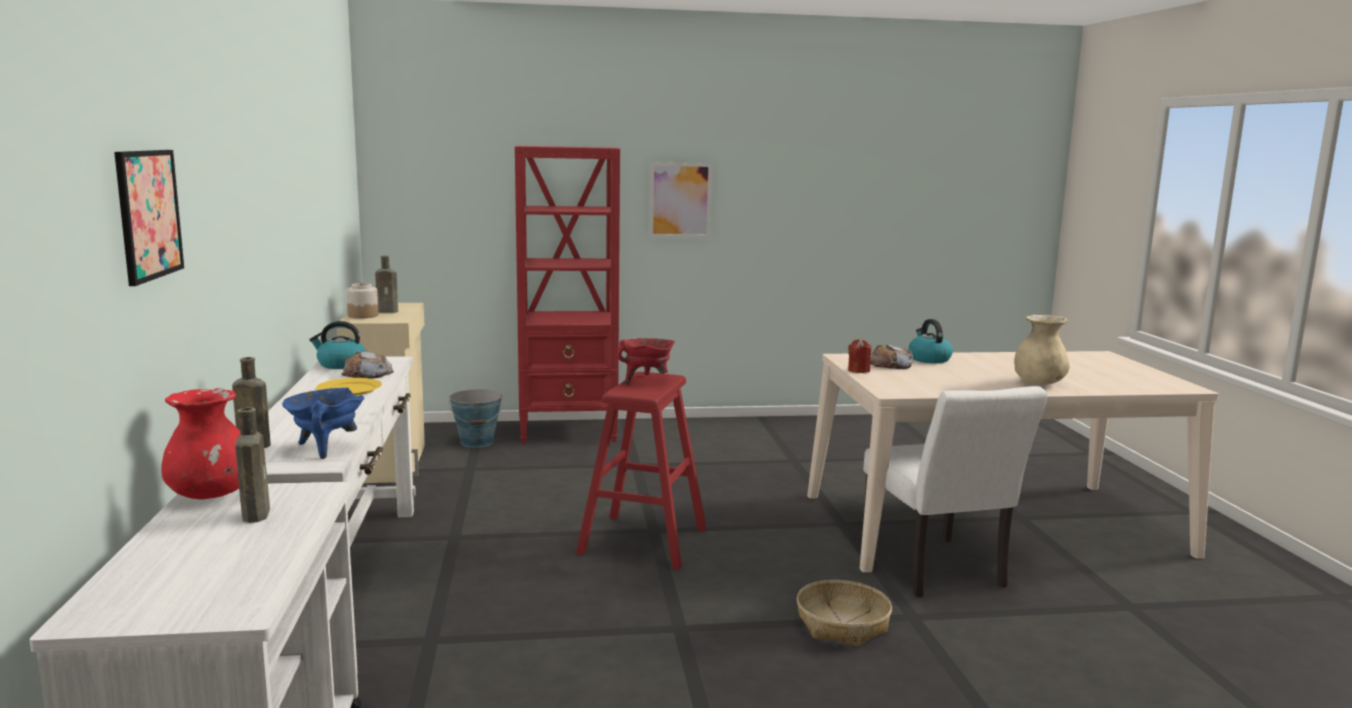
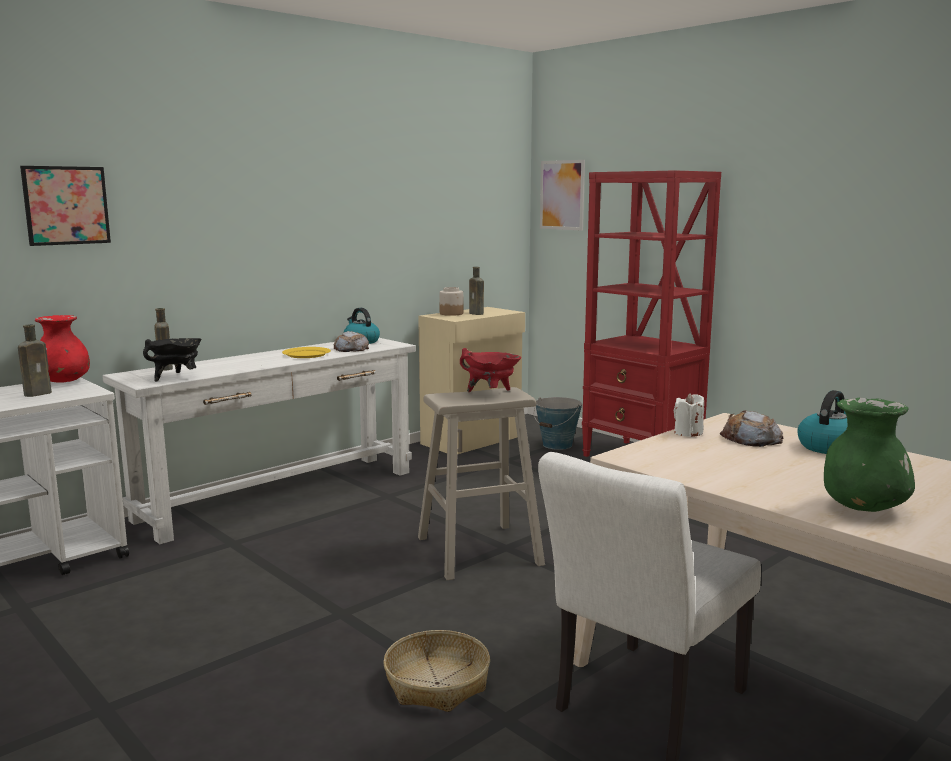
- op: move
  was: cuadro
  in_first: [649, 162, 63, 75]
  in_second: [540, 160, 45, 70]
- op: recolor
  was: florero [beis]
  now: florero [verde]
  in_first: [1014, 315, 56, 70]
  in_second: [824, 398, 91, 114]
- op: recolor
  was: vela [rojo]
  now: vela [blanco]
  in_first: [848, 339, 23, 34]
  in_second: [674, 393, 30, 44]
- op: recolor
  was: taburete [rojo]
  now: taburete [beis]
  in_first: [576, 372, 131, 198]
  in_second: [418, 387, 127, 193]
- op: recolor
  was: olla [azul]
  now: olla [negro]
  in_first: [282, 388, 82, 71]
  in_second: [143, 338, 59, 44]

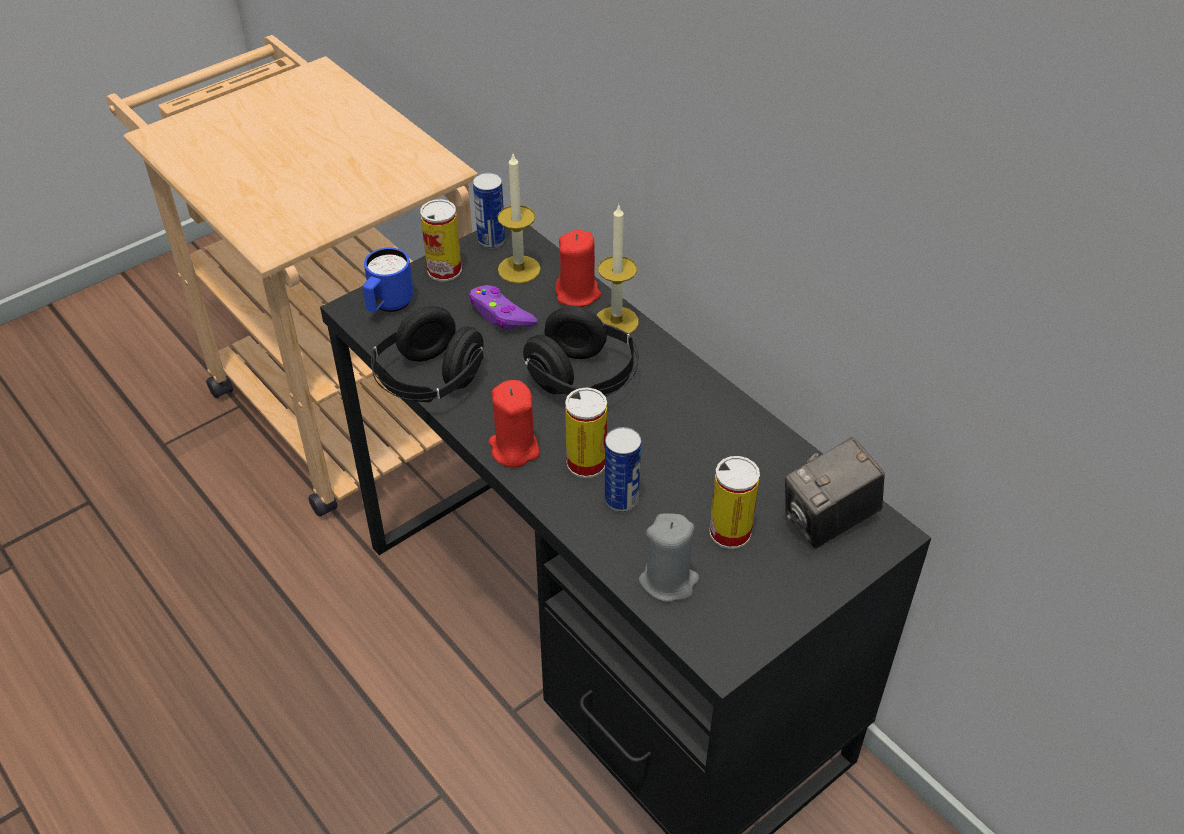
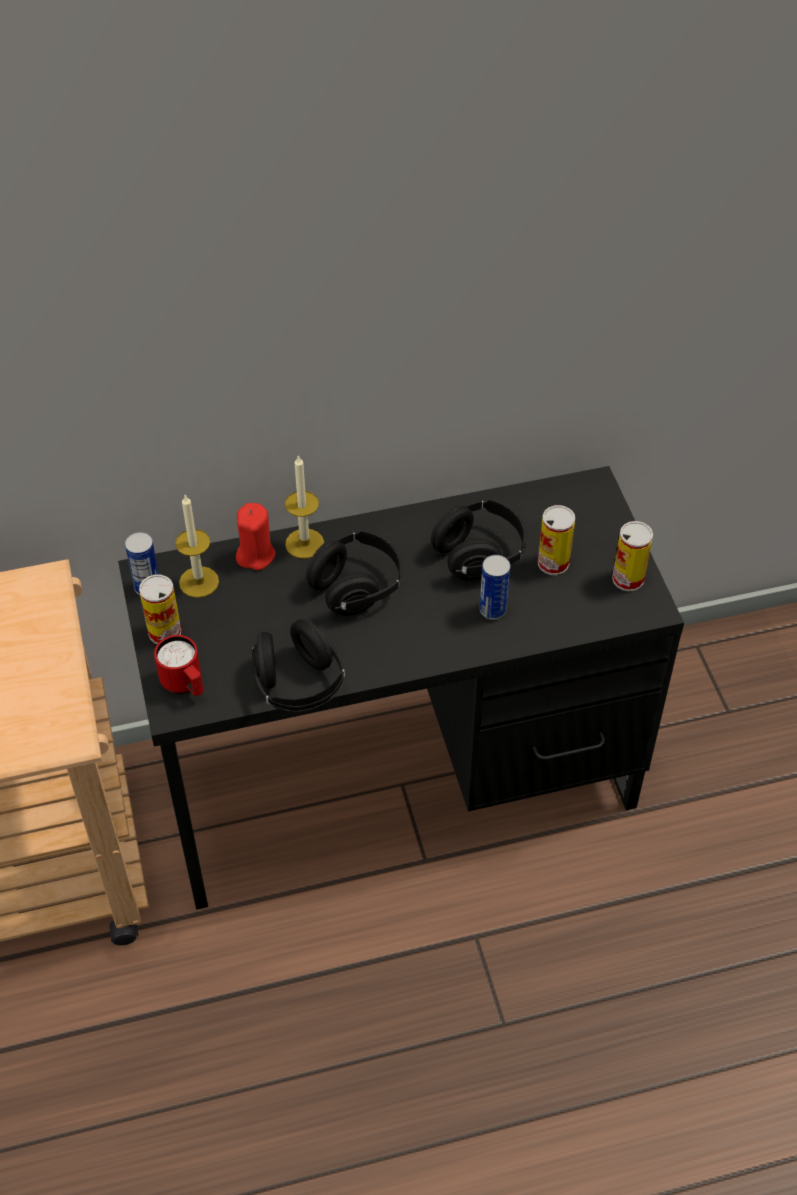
- op: recolor
  was: taza grande [azul]
  now: taza grande [rojo]
  in_first: [362, 247, 52, 65]
  in_second: [154, 635, 50, 61]
- op: delete
  was: mando de consola [morado]
  in_first: [469, 285, 68, 44]
- op: delete
  was: vela [rojo]
  in_first: [488, 380, 51, 87]
- op: move
  was: lata
  in_first: [565, 388, 42, 90]
  in_second: [612, 521, 41, 70]
- op: delete
  was: cámara
  in_first: [785, 437, 100, 111]
- op: delete
  was: vela [gris]
  in_first: [639, 513, 60, 89]
- op: insert
  now: auriculares [negro]
  in_second: [431, 500, 97, 81]

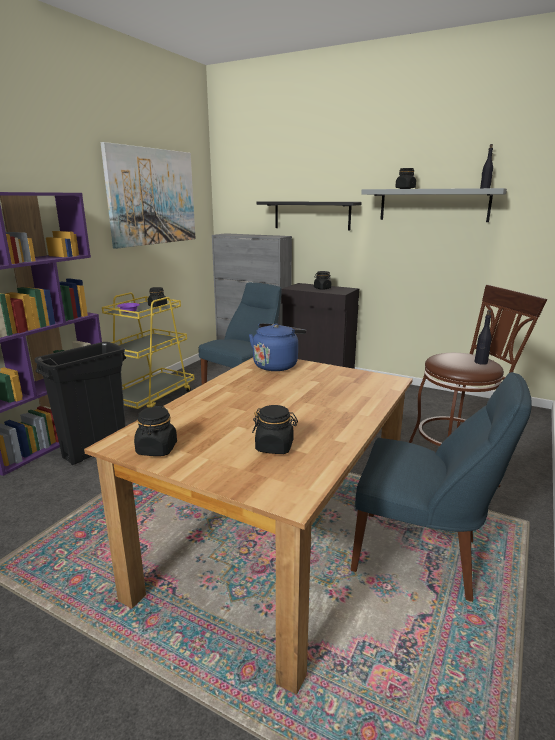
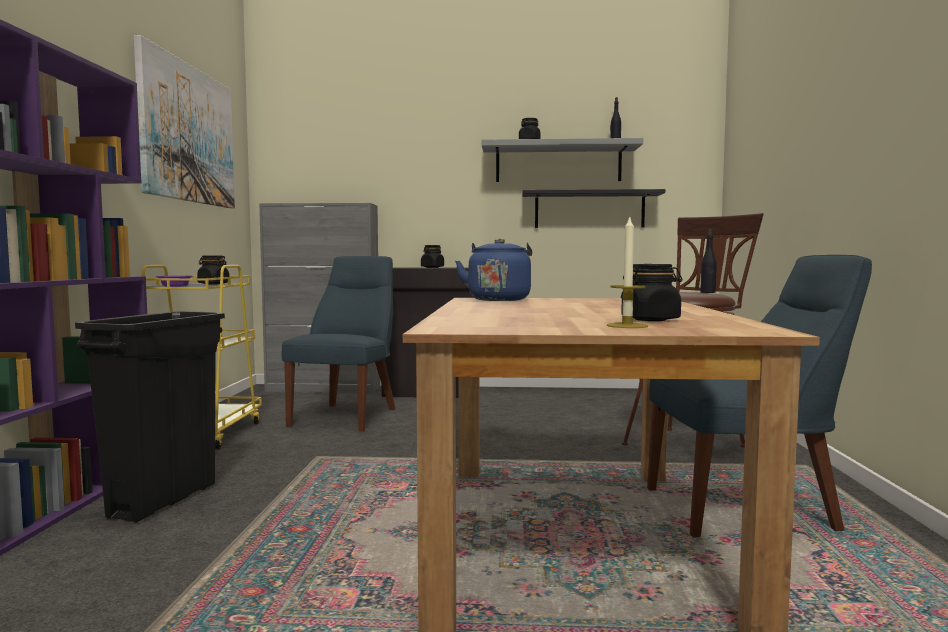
- op: move
  was: estante [negro]
  in_first: [257, 201, 105, 30]
  in_second: [522, 189, 143, 39]
- op: delete
  was: tarro [negro]
  in_first: [134, 406, 43, 50]
- op: insert
  now: vela
  in_second: [607, 216, 41, 112]

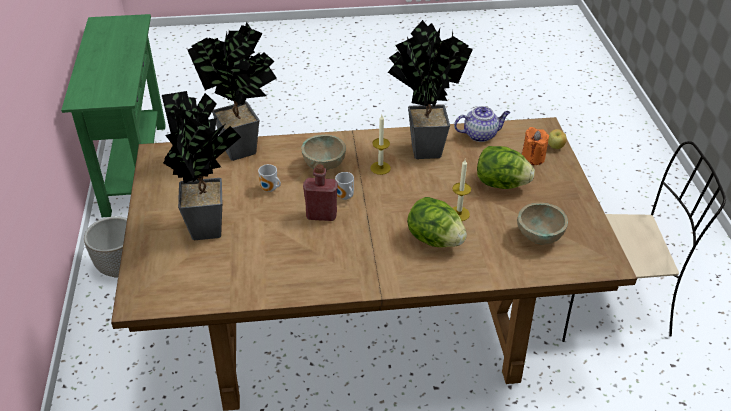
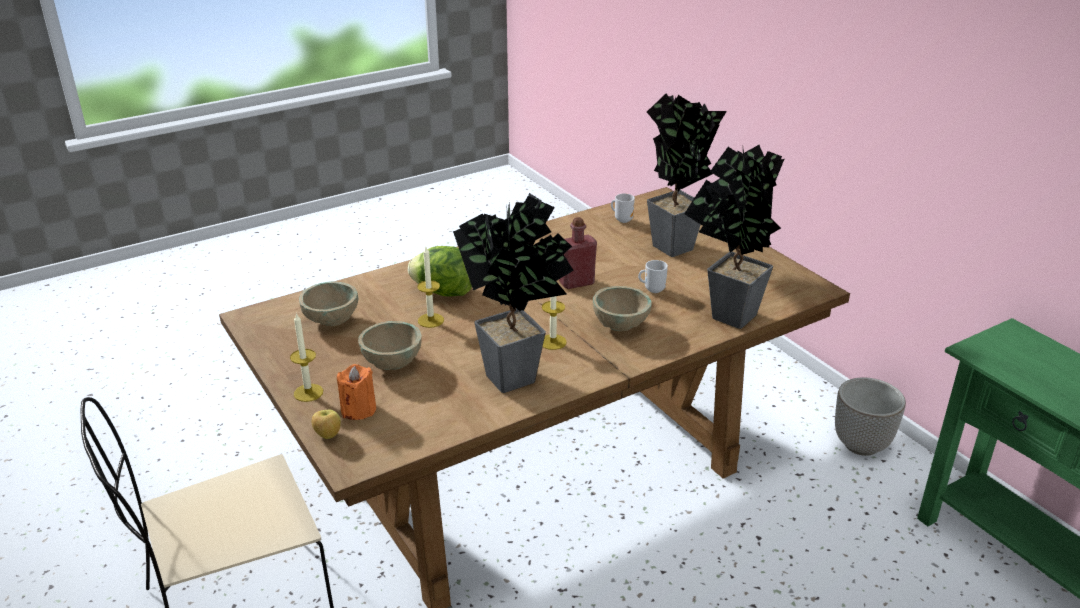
- op: delete
  was: tetera
  in_first: [454, 106, 56, 36]
- op: replace
  was: lechuga
  now: cuenco [beis]
  in_first: [477, 146, 58, 43]
  in_second: [358, 321, 64, 49]
- op: move
  was: taza grande
  in_first: [335, 172, 19, 28]
  in_second: [611, 193, 24, 30]
- op: insert
  now: vela
  in_second: [290, 313, 33, 89]

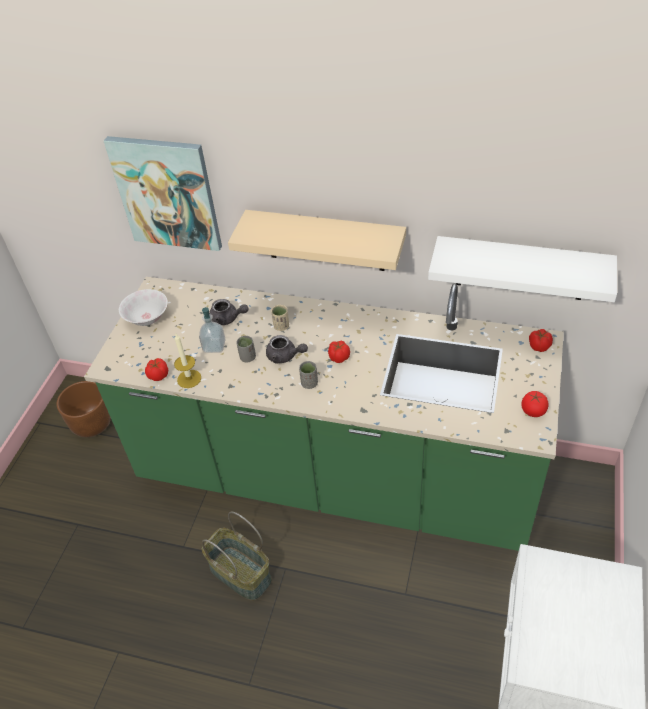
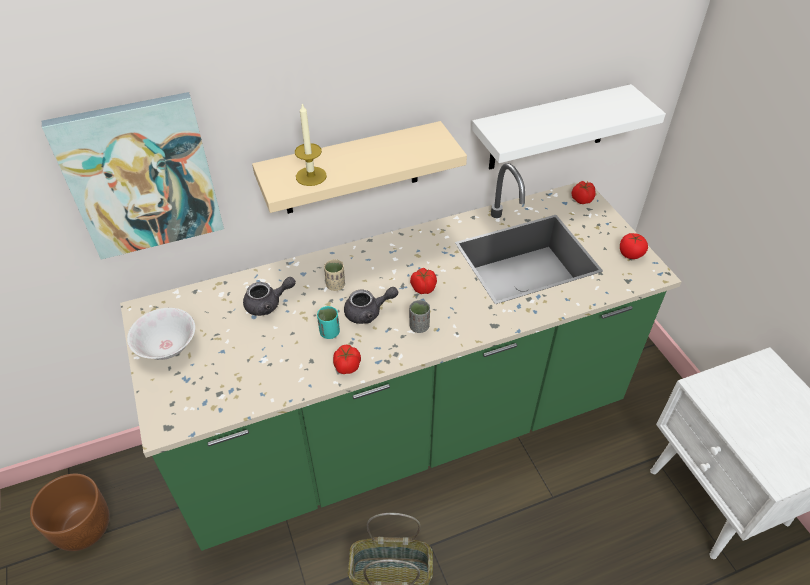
- op: delete
  was: dispensador de jabón
  in_first: [199, 307, 26, 46]
- op: move
  was: vela
  in_first: [174, 334, 27, 54]
  in_second: [295, 103, 32, 83]
- op: recolor
  was: taza [gris]
  now: taza [turquesa]
  in_first: [236, 336, 20, 26]
  in_second: [317, 306, 23, 33]
- op: move
  was: tomate
  in_first: [145, 358, 23, 23]
  in_second: [333, 345, 28, 29]

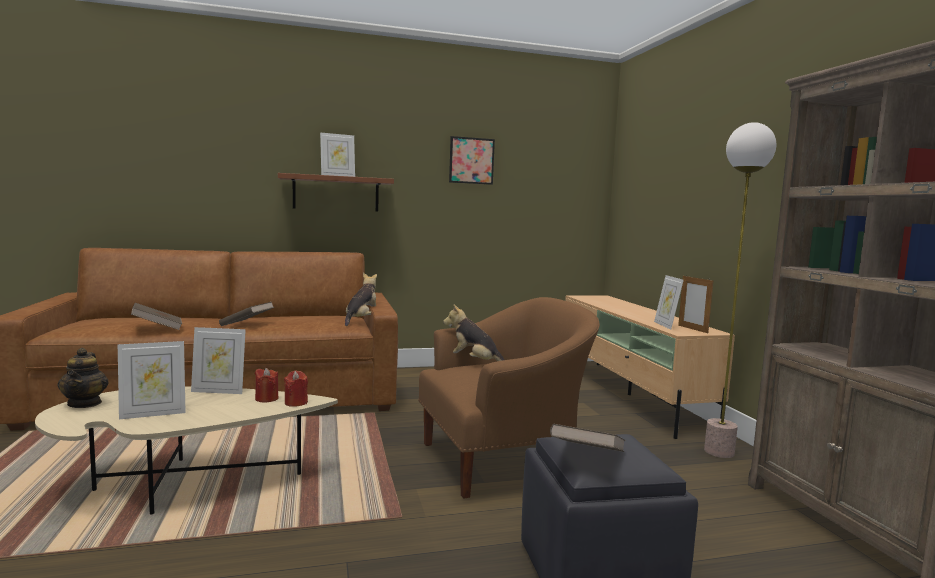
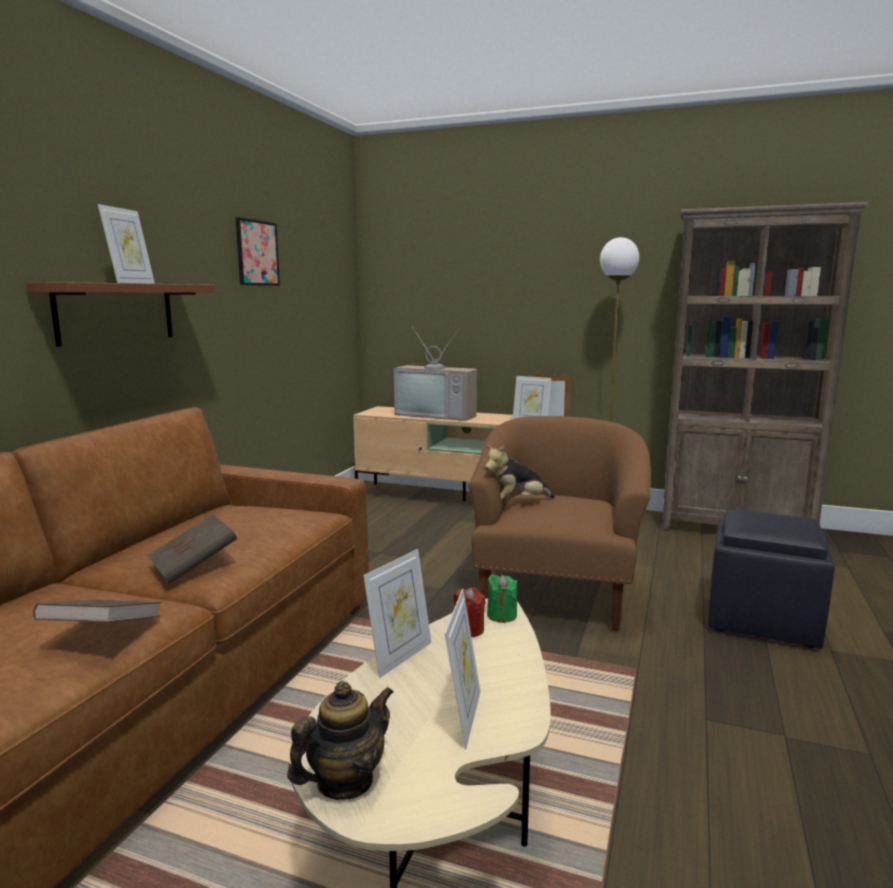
- op: delete
  was: peluche
  in_first: [345, 273, 32, 53]
- op: rotate
  was: tetera
  in_first: [57, 348, 52, 60]
  in_second: [287, 681, 107, 119]
  clockwise: -60
- op: recolor
  was: vela [rojo]
  now: vela [verde]
  in_first: [284, 371, 24, 36]
  in_second: [487, 574, 30, 49]
- op: delete
  was: libro [marrón]
  in_first: [550, 424, 75, 28]
- op: insert
  now: televisor
  in_second: [394, 327, 83, 94]

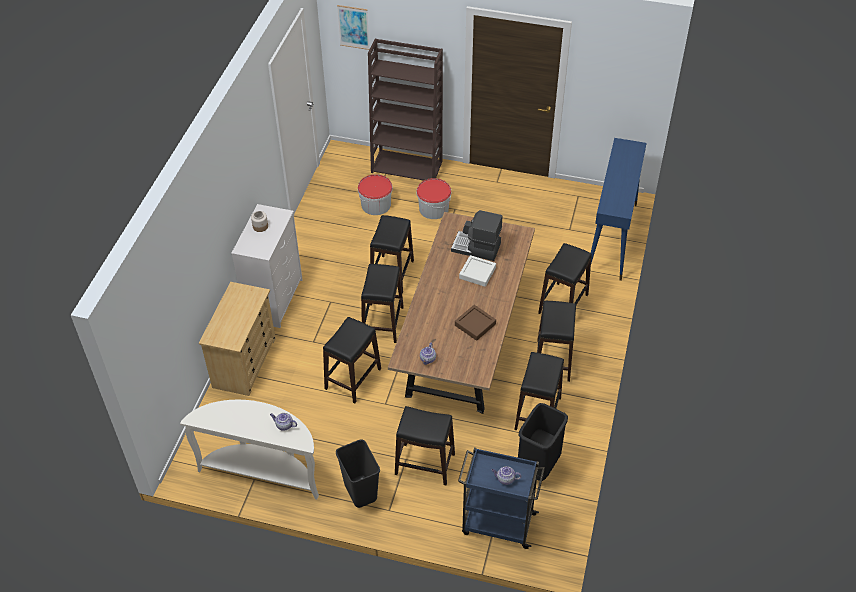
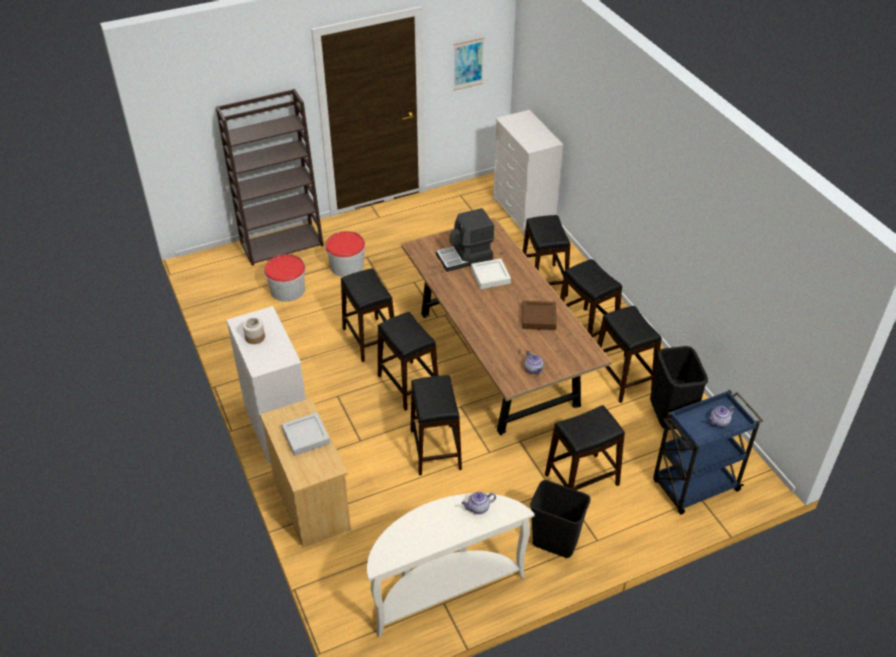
- op: move
  was: cuadro
  in_first: [337, 5, 33, 45]
  in_second: [453, 37, 31, 53]
- op: replace
  was: mesa consola [azul]
  now: cómoda [blanco]
  in_first: [591, 138, 55, 143]
  in_second: [493, 110, 70, 126]
- op: insert
  now: bandeja [gris]
  in_second: [282, 413, 48, 43]

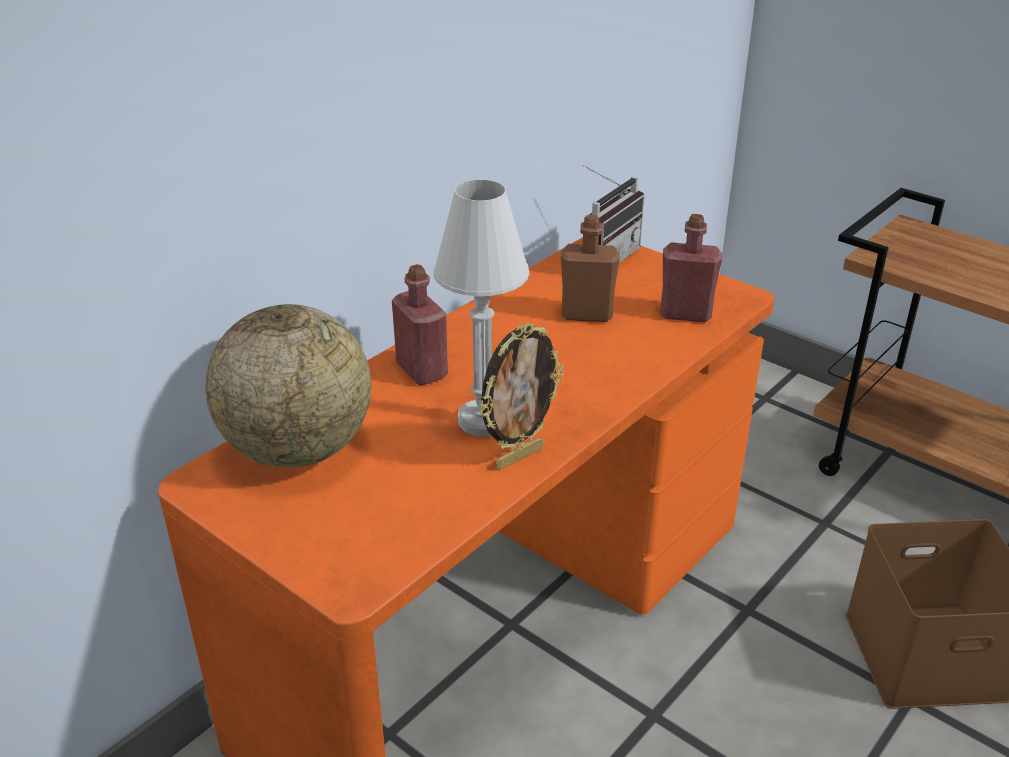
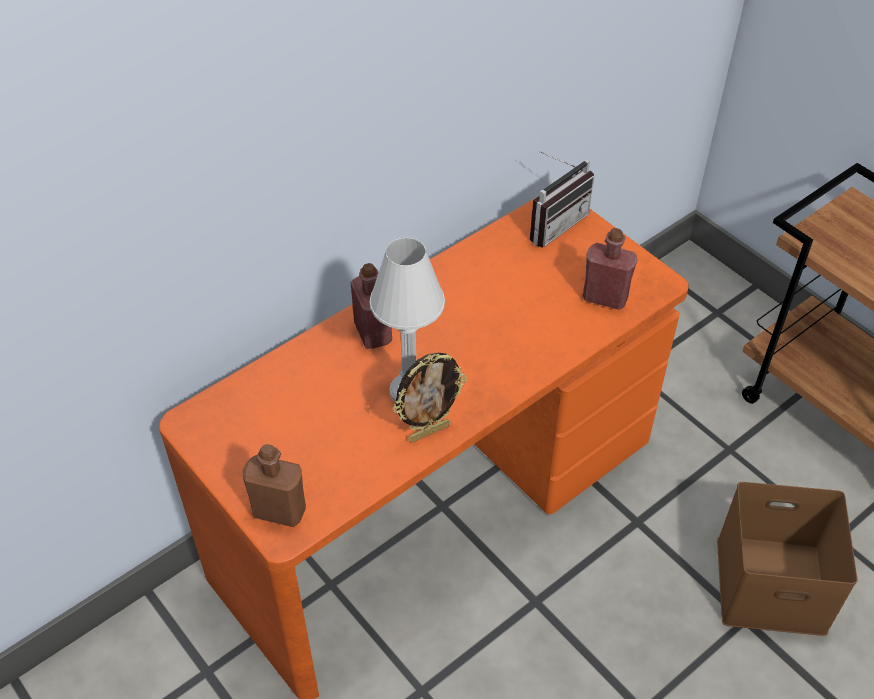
- op: move
  was: botella [marrón]
  in_first: [561, 214, 59, 108]
  in_second: [243, 444, 63, 83]
- op: delete
  was: globo terráqueo
  in_first: [205, 304, 166, 164]

